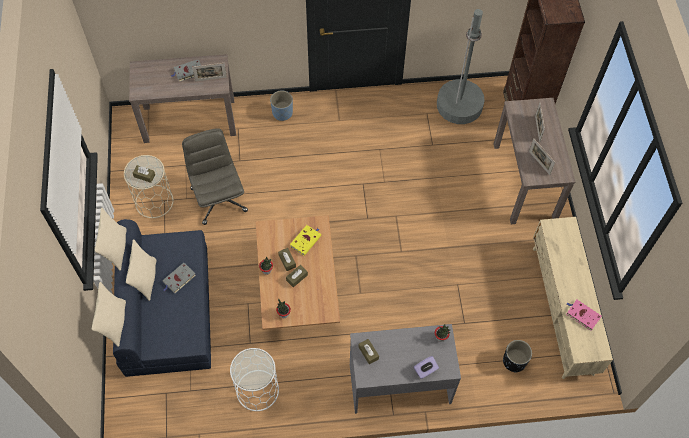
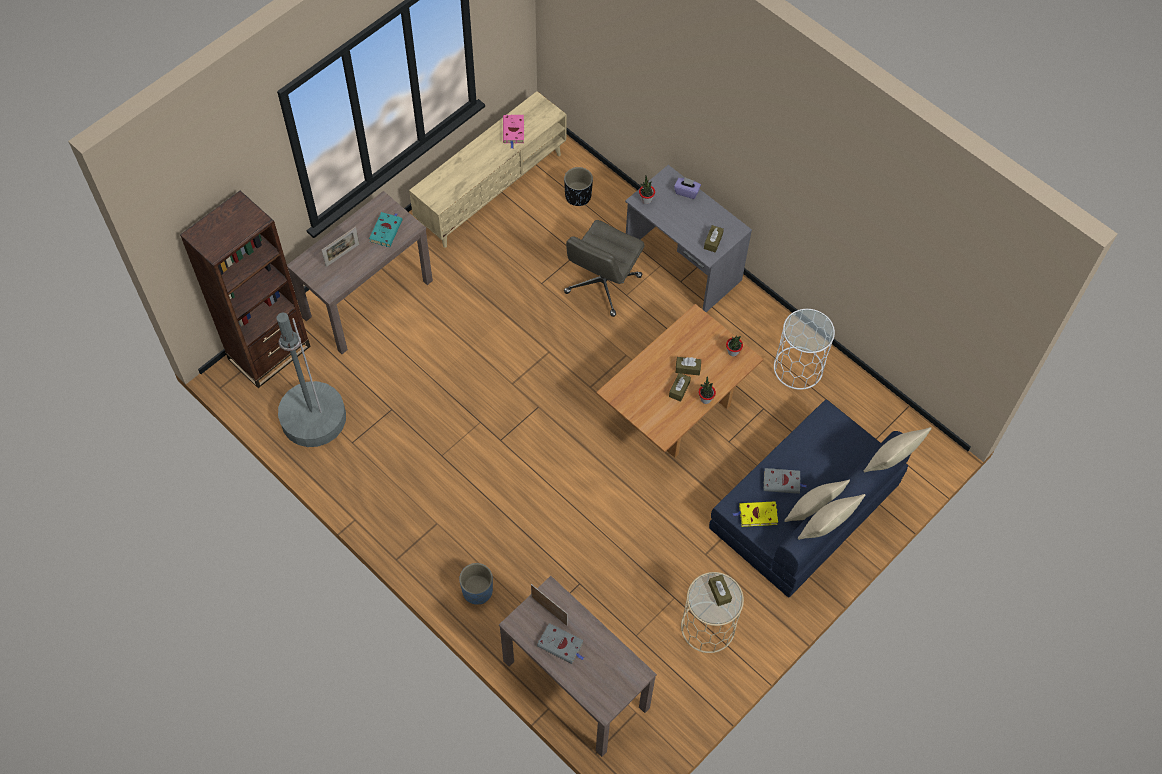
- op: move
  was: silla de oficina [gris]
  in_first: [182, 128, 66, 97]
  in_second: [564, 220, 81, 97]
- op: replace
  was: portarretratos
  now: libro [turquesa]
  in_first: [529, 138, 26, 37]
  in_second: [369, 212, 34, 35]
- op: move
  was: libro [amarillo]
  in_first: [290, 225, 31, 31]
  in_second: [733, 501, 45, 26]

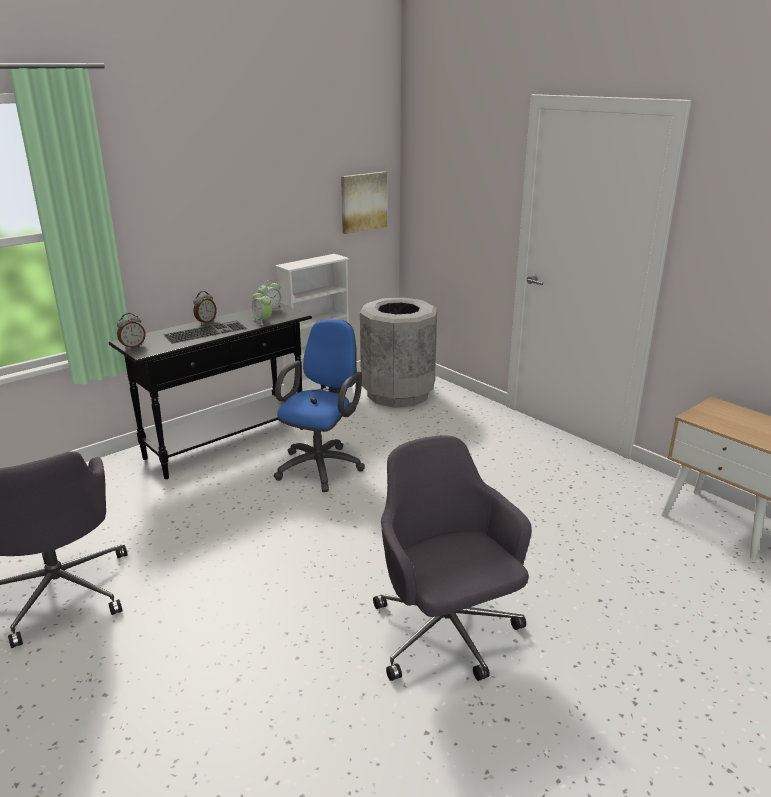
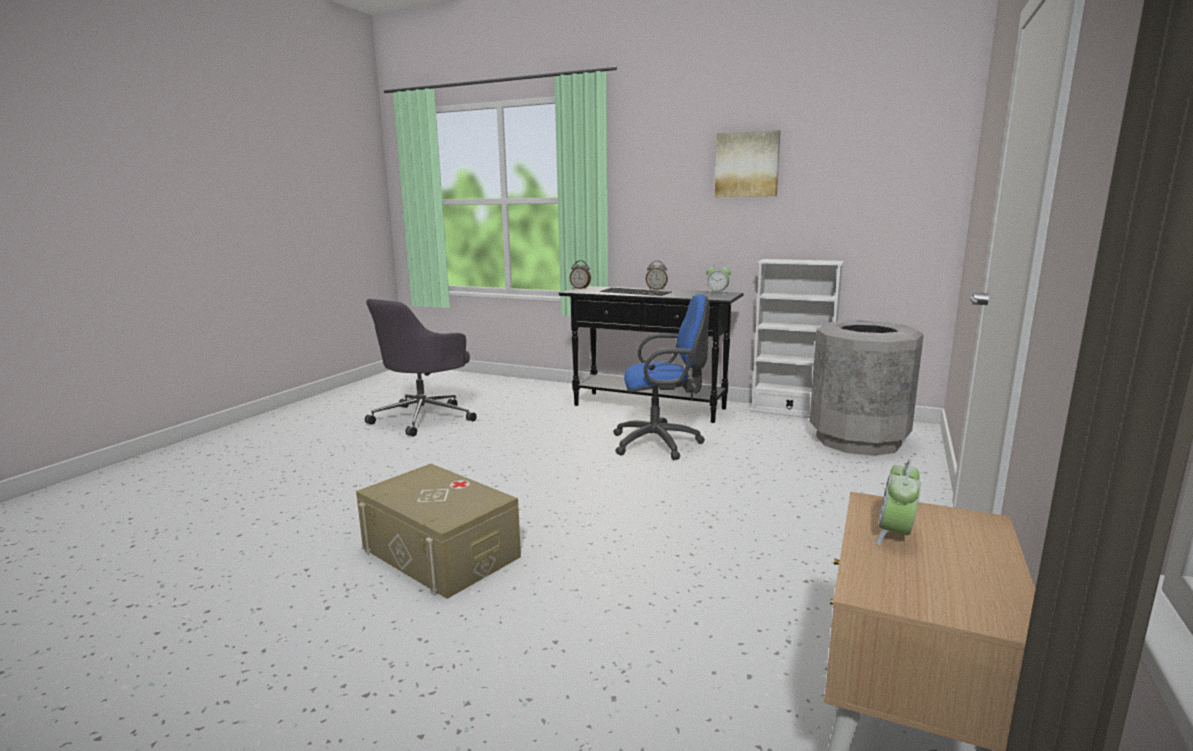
- op: move
  was: cuadro
  in_first: [341, 171, 46, 63]
  in_second: [715, 130, 65, 67]
- op: move
  was: despertador
  in_first: [252, 290, 20, 35]
  in_second: [876, 459, 45, 87]
- op: replace
  was: silla de oficina [gris]
  now: caja de almacenaje [beis]
  in_first: [373, 436, 159, 245]
  in_second: [356, 464, 165, 135]

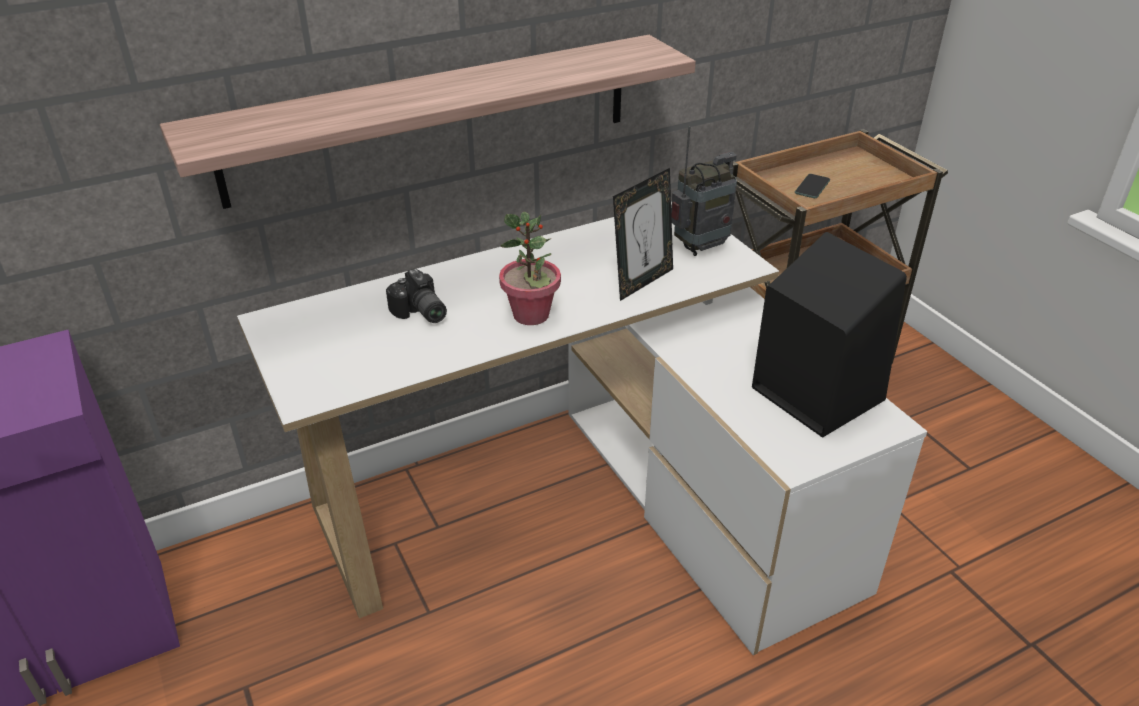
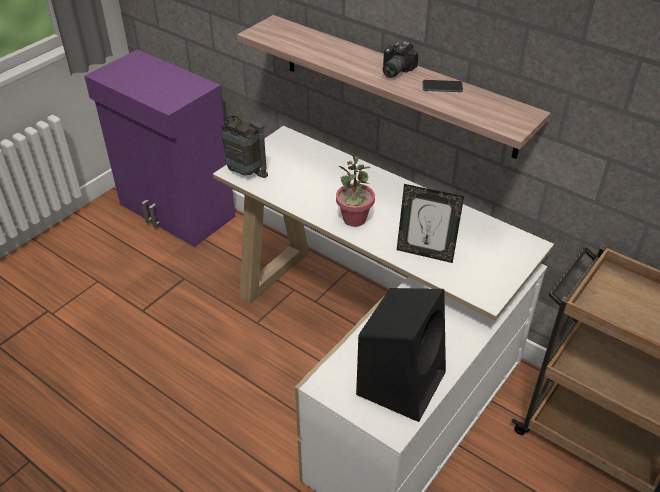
- op: move
  was: radio
  in_first: [671, 126, 66, 130]
  in_second: [220, 88, 48, 90]
- op: move
  was: móvil
  in_first: [795, 174, 35, 24]
  in_second: [423, 80, 40, 12]
- op: move
  was: cámara
  in_first: [386, 268, 61, 55]
  in_second: [383, 41, 35, 37]

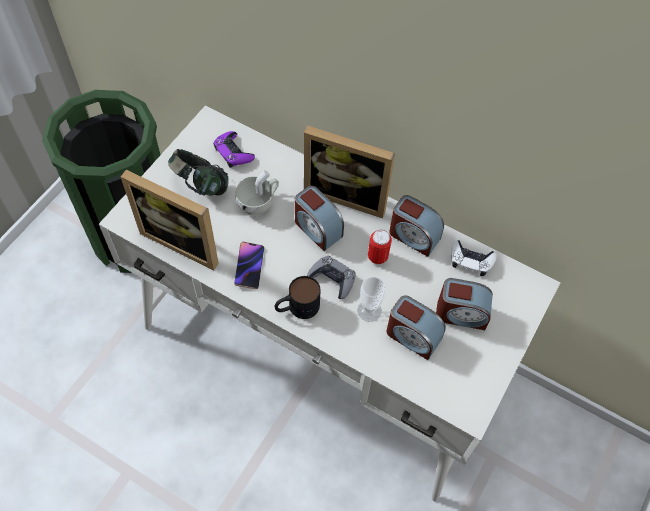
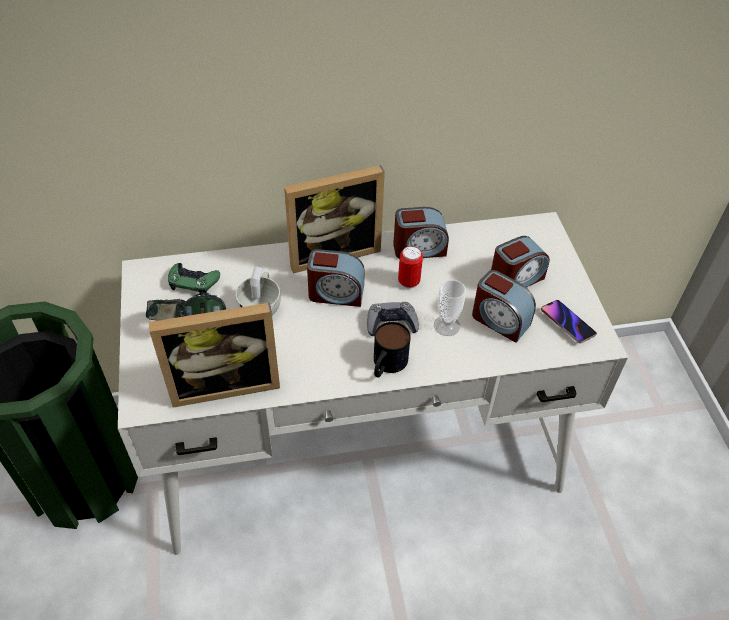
- op: recolor
  was: mando de consola [morado]
  now: mando de consola [verde]
  in_first: [213, 131, 42, 37]
  in_second: [168, 263, 52, 31]
- op: delete
  was: mando de consola [blanco]
  in_first: [451, 240, 46, 36]
- op: move
  was: móvil
  in_first: [234, 242, 30, 47]
  in_second: [541, 300, 56, 43]
- op: rotate
  was: despertador
  in_first: [387, 295, 59, 65]
  in_second: [472, 270, 64, 73]
  clockwise: 45

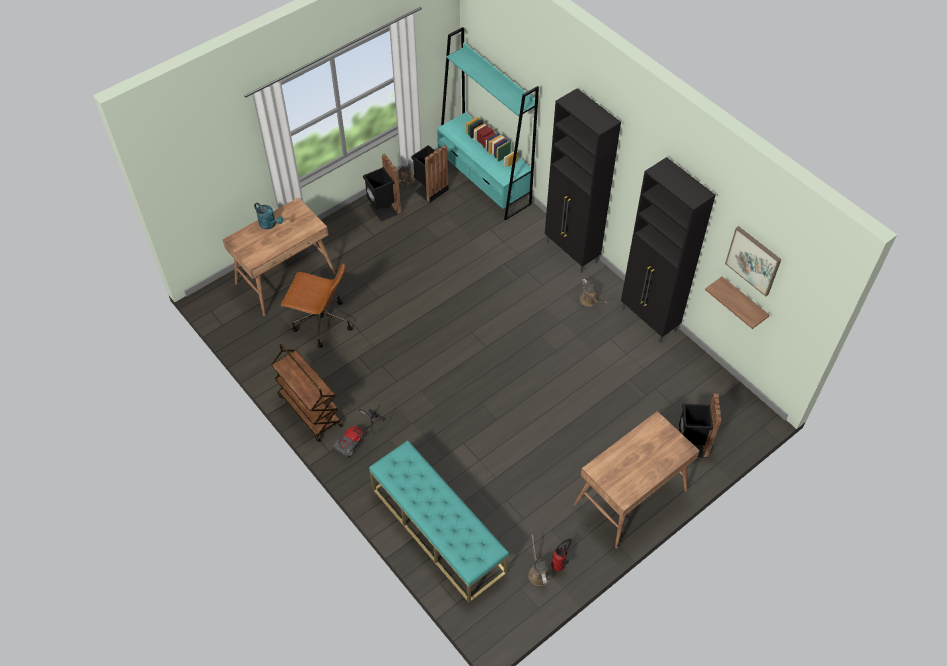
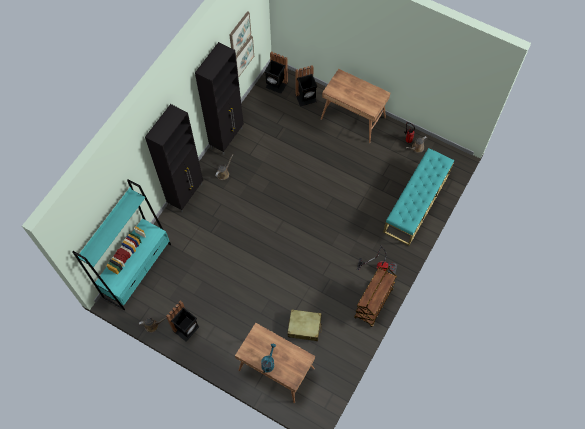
- op: move
  was: papelera [negro]
  in_first: [411, 145, 37, 58]
  in_second: [264, 51, 24, 43]
- op: replace
  was: silla de oficina [marrón]
  now: maleta [beis]
  in_first: [281, 264, 72, 84]
  in_second: [287, 309, 35, 32]
- op: replace
  was: estante
  now: cuadro
  in_first: [705, 277, 65, 52]
  in_second: [236, 36, 18, 42]

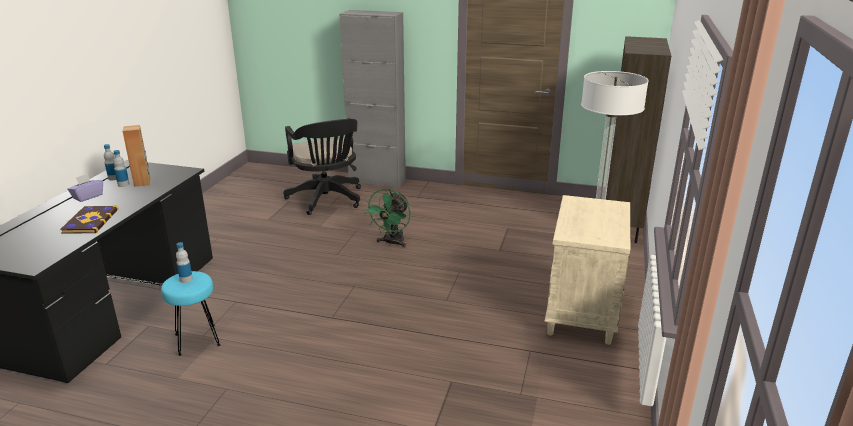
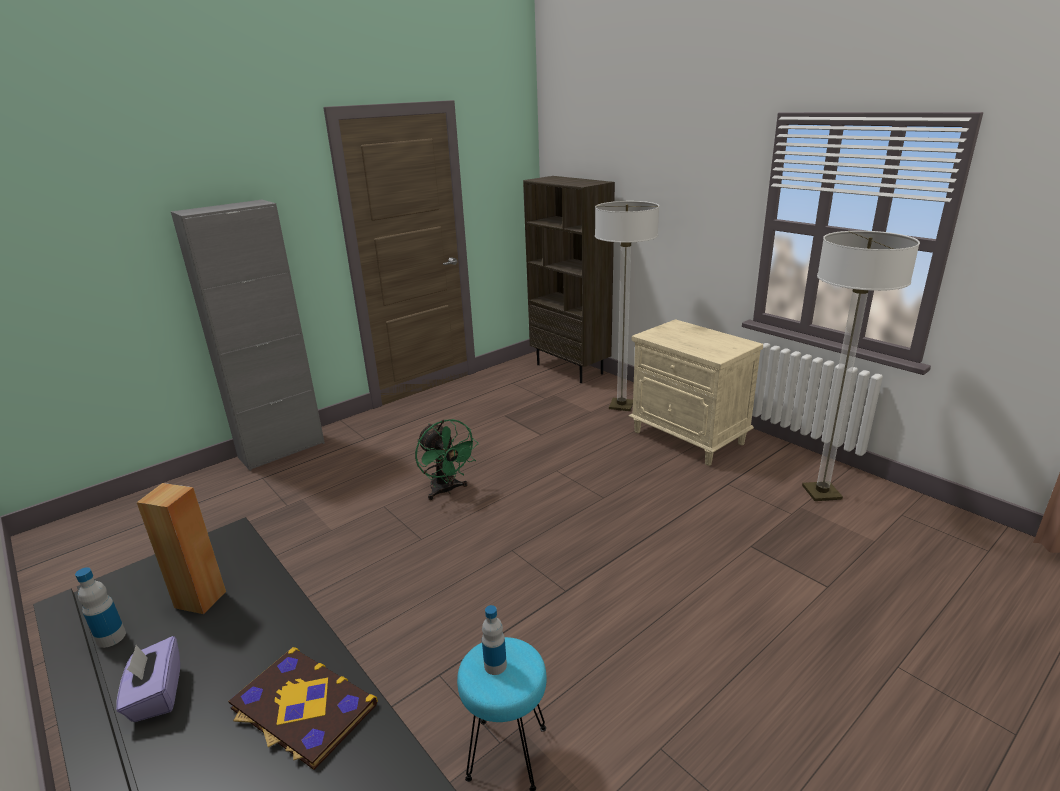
- op: delete
  was: silla de oficina [negro]
  in_first: [284, 118, 77, 97]
- op: delete
  was: botella
  in_first: [113, 150, 17, 37]
- op: insert
  now: lámpara de pie
  in_second: [802, 231, 118, 270]

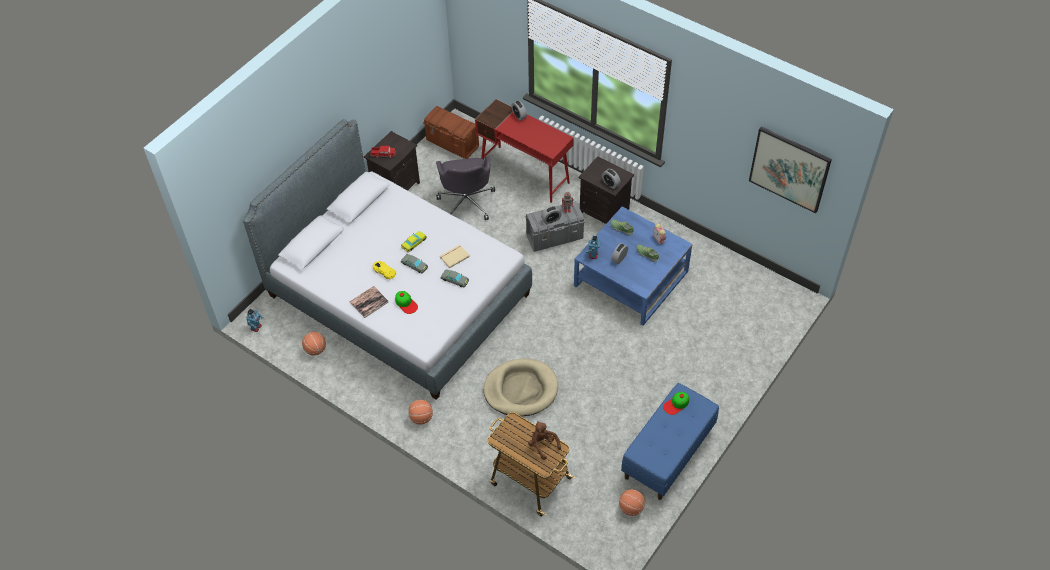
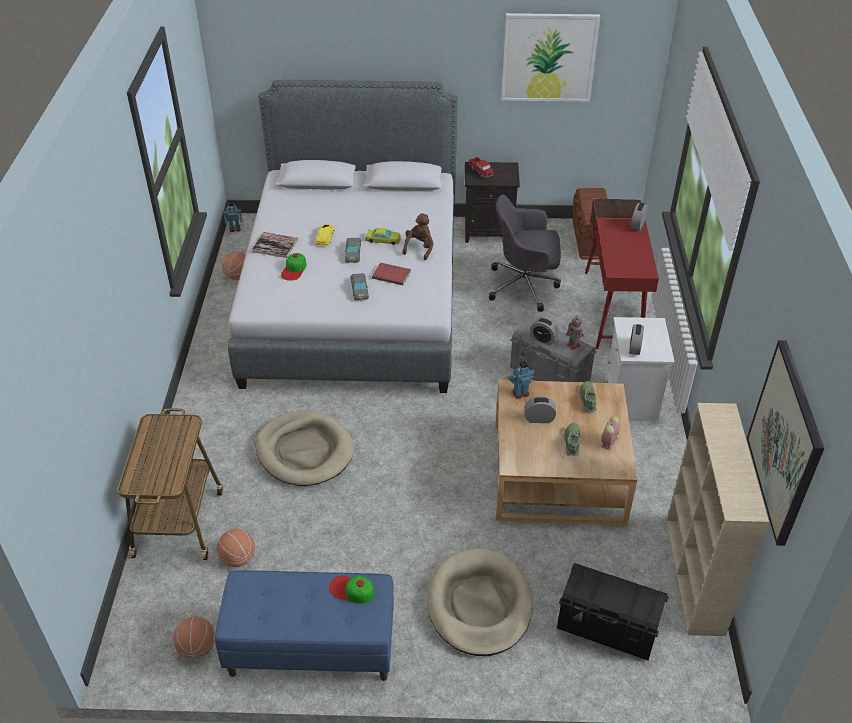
- op: rotate
  was: silla de oficina [gris]
  in_first: [436, 156, 59, 64]
  in_second: [489, 195, 72, 117]
  clockwise: 45
- op: recolor
  was: mesita de noche [negro]
  now: mesita de noche [blanco]
  in_first: [579, 156, 55, 68]
  in_second: [606, 317, 69, 105]
- op: recolor
  was: mesa de centro [azul]
  now: mesa de centro [beis]
  in_first: [574, 207, 118, 119]
  in_second: [495, 380, 142, 145]
- op: recolor
  was: libro [beis]
  now: libro [rojo]
  in_first: [440, 245, 30, 23]
  in_second: [372, 263, 39, 22]
- op: move
  was: balón de baloncesto
  in_first: [408, 400, 25, 25]
  in_second: [217, 529, 38, 38]
- op: move
  was: peluche [marrón]
  in_first: [528, 421, 33, 39]
  in_second: [403, 214, 31, 46]
- op: insert
  now: cuadro
  in_second: [501, 13, 99, 89]
- op: insert
  now: estantería [beis]
  in_second: [667, 403, 102, 233]
- op: insert
  now: cama para perro [beis]
  in_second: [426, 548, 107, 108]
- op: insert
  now: caja de almacenaje [negro]
  in_second: [557, 563, 111, 97]

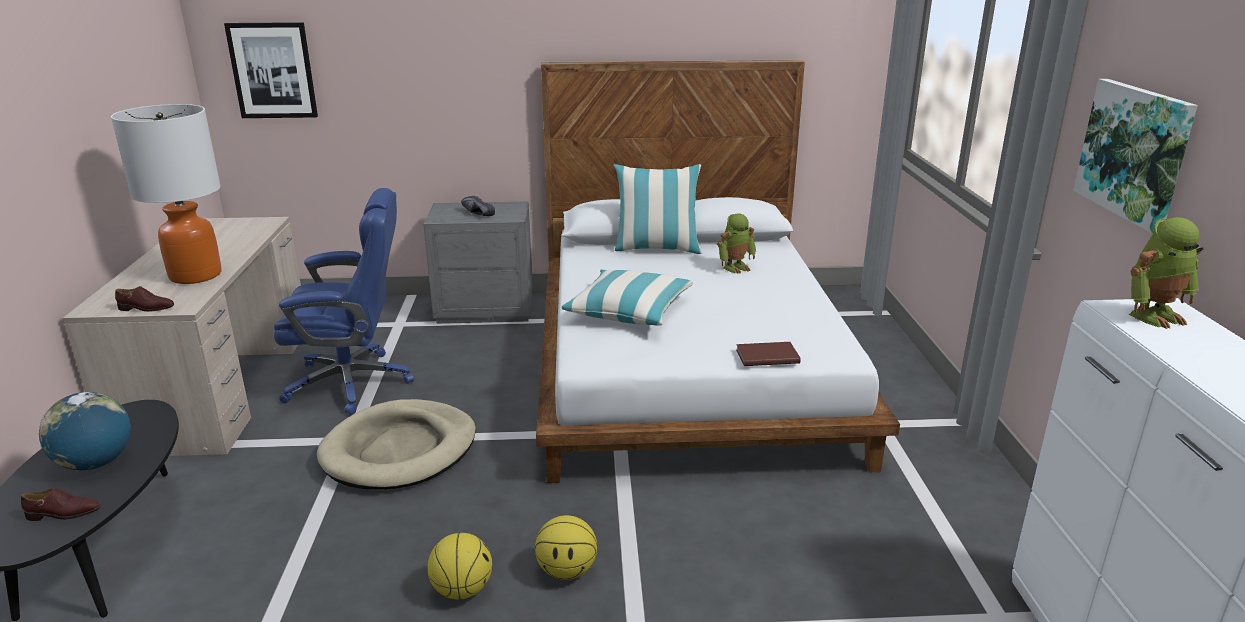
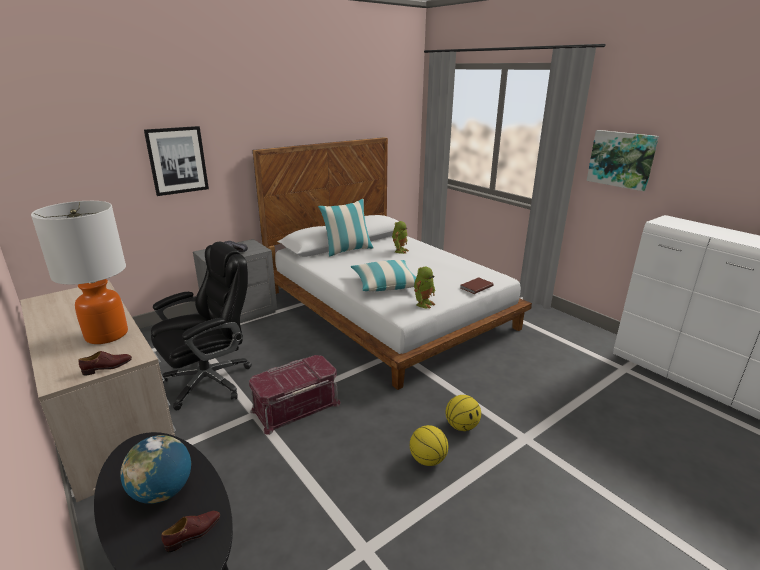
- op: move
  was: cuadro
  in_first: [224, 22, 94, 96]
  in_second: [144, 126, 65, 70]
- op: recolor
  was: silla de oficina [azul]
  now: silla de oficina [negro]
  in_first: [274, 188, 140, 227]
  in_second: [151, 241, 101, 169]
- op: move
  was: robot de juguete
  in_first: [1129, 217, 75, 112]
  in_second: [414, 267, 21, 42]
- op: replace
  was: cama para perro [beis]
  now: caja de almacenaje [rojo]
  in_first: [317, 399, 159, 91]
  in_second: [249, 355, 92, 80]

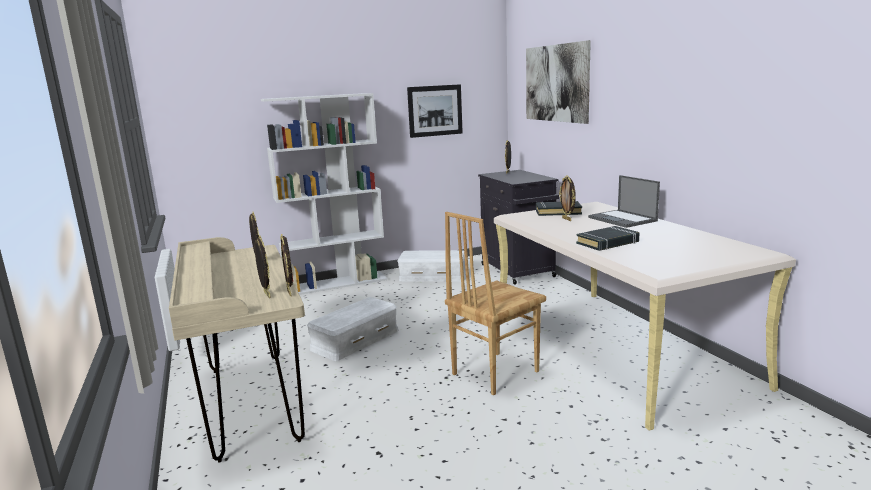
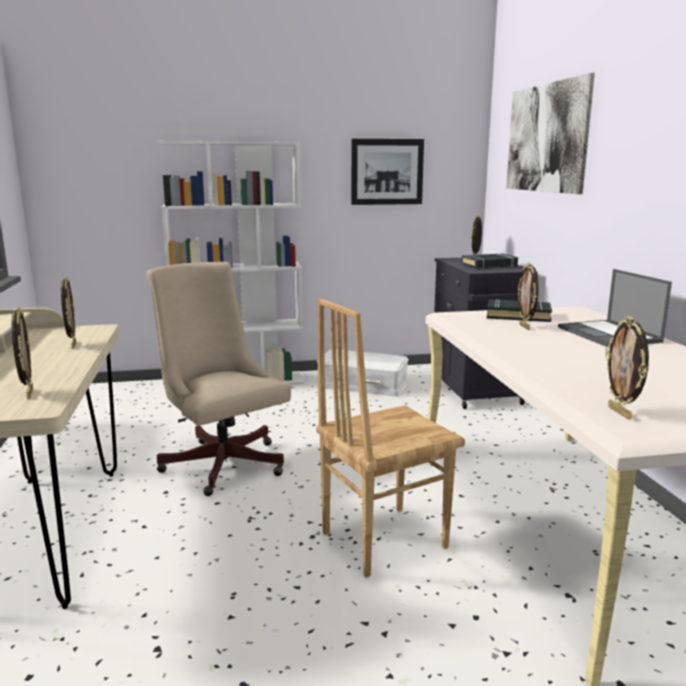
- op: move
  was: libro [negro]
  in_first: [576, 226, 63, 25]
  in_second: [462, 254, 56, 14]
- op: move
  was: portarretratos
  in_first: [280, 234, 13, 62]
  in_second: [605, 316, 44, 104]
- op: replace
  was: caja de almacenaje [blanco]
  now: silla de oficina [beis]
  in_first: [307, 297, 91, 64]
  in_second: [146, 262, 145, 234]

